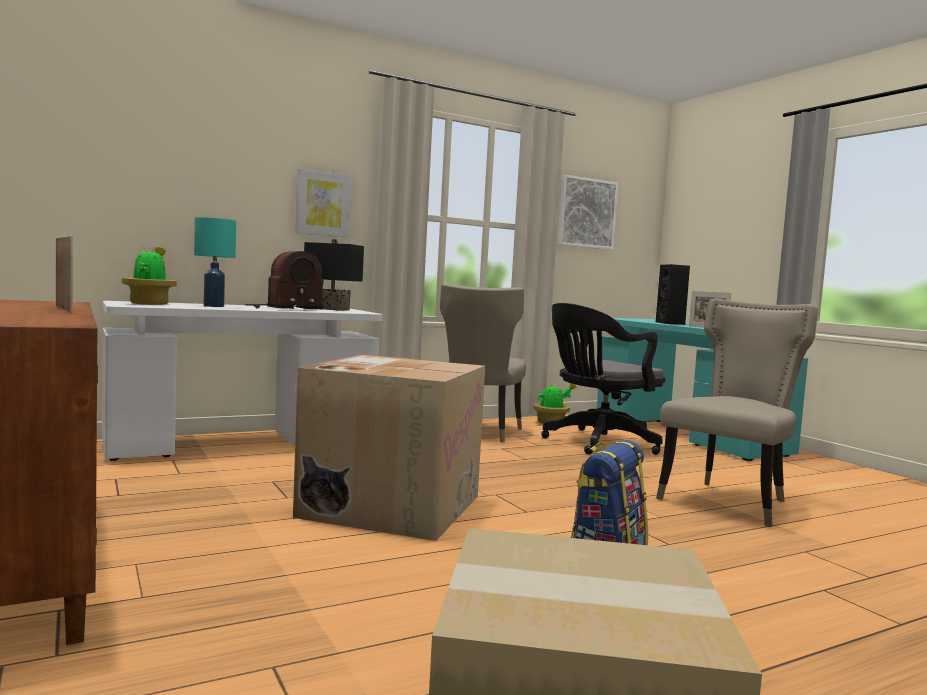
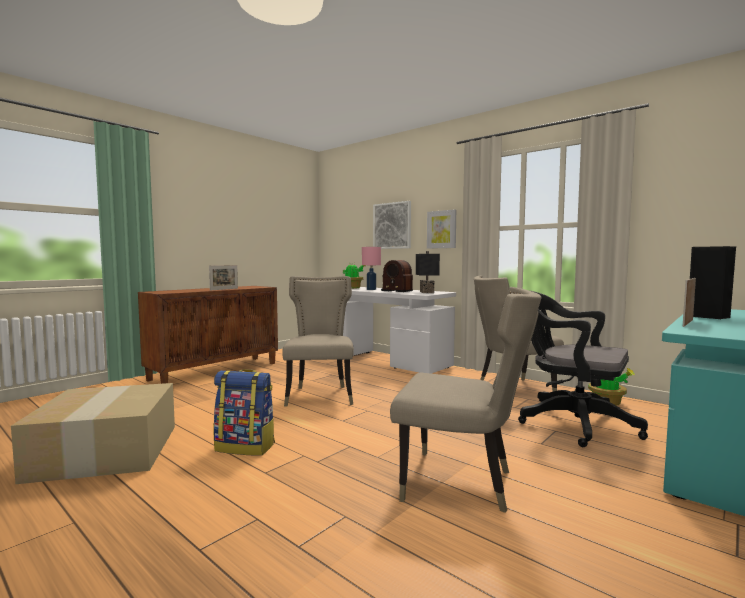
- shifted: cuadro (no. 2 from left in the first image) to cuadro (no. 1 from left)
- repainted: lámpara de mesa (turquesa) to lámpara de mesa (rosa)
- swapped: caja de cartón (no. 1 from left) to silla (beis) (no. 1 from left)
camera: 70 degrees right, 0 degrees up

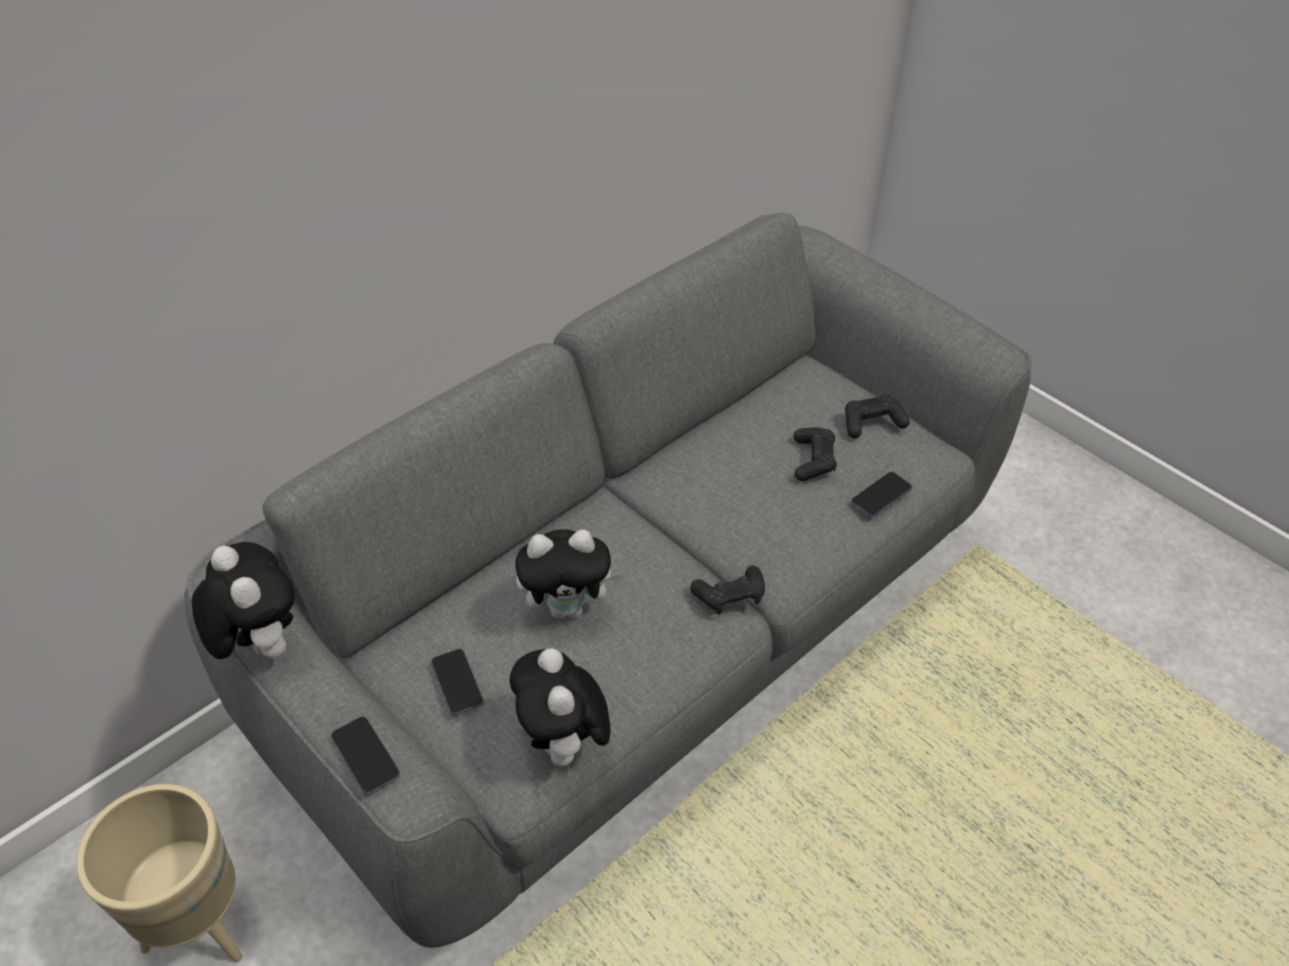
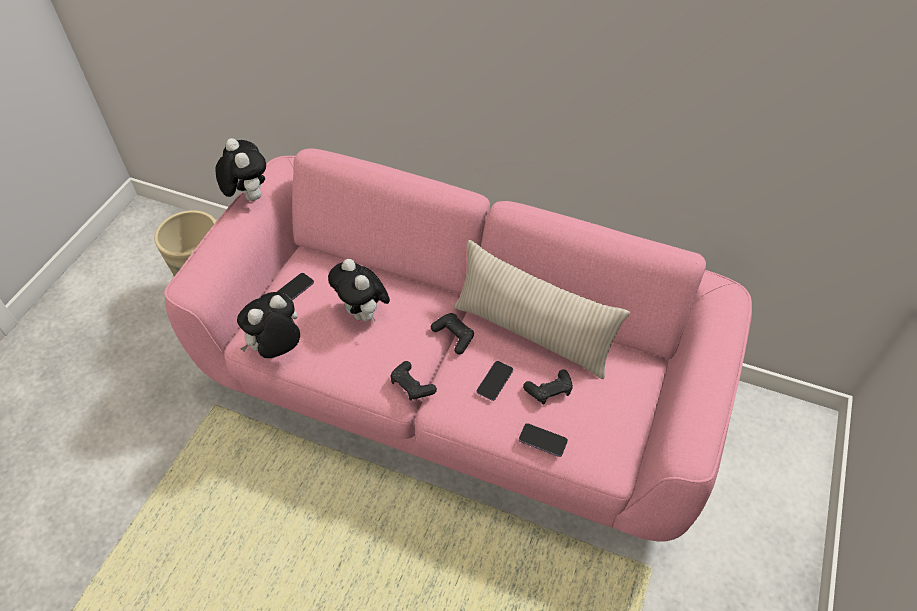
- repainted: sofá (gris) to sofá (rosa)
- shifted: mando de consola (negro) (no. 3 from left in the first image) to mando de consola (negro) (no. 2 from left)
- rotated: peluche (no. 1 from left) 60 degrees counterclockwise
- shifted: móvil (no. 1 from left in the first image) to móvil (no. 2 from left)
- new: cojín (beis)
camera: 65 degrees right, 5 degrees up

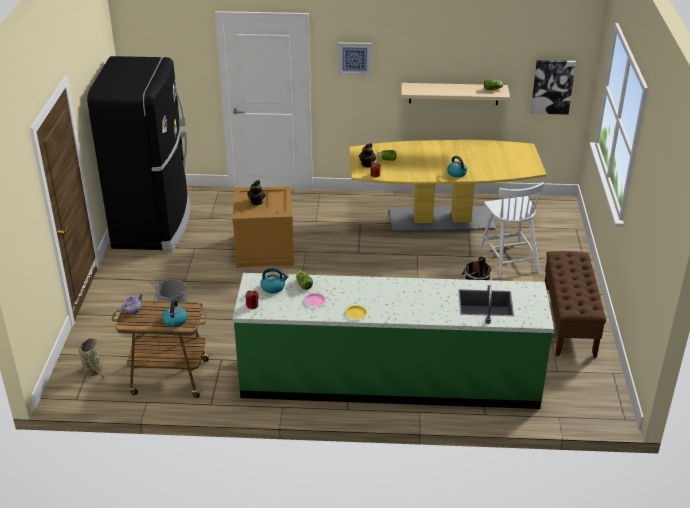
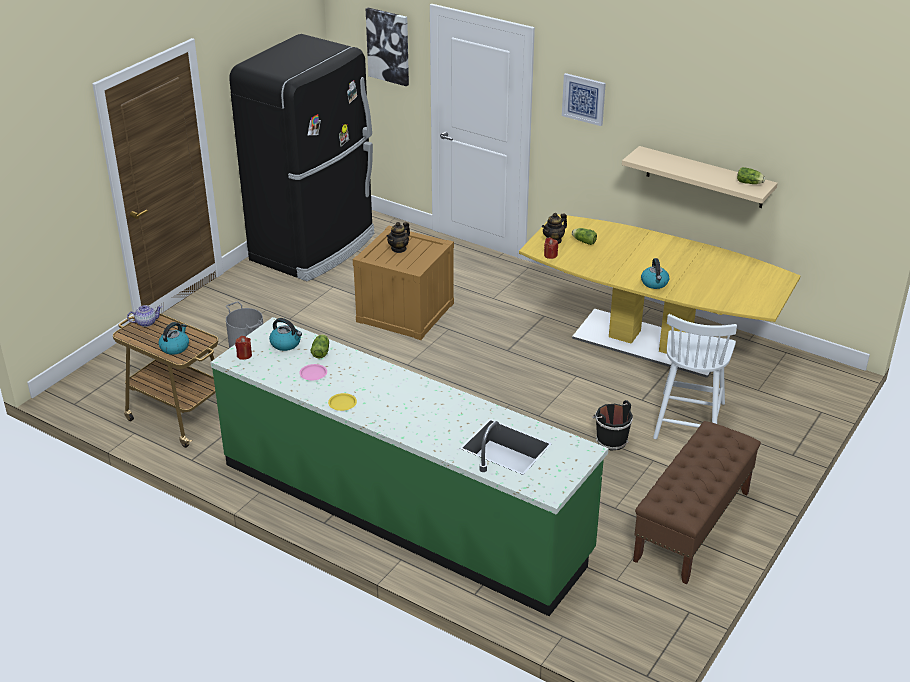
- shifted: cuadro (no. 2 from left in the first image) to cuadro (no. 1 from left)
- gone: cesta
camera: 30 degrees right, 0 degrees up

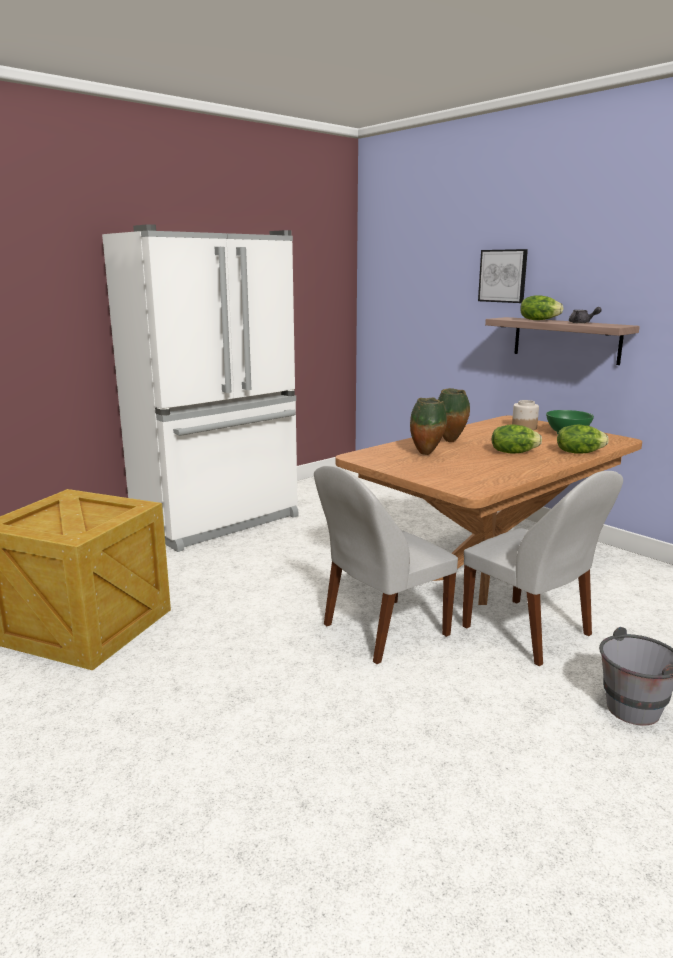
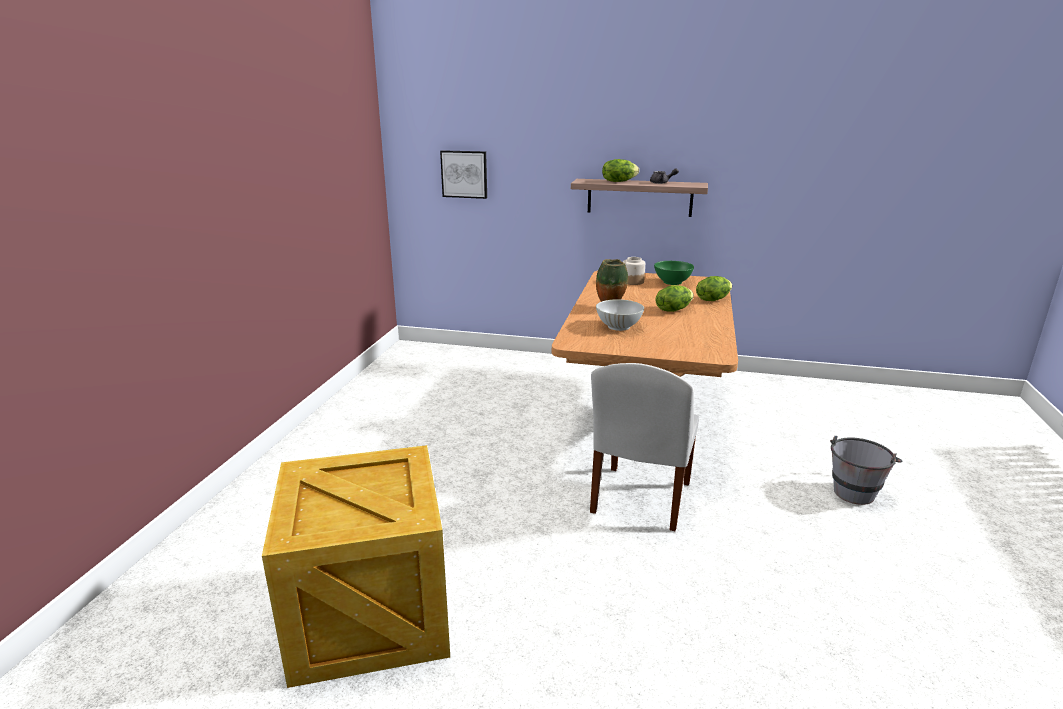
- gone: nevera (blanco)
- shifted: cuadro
- swapped: florero (no. 1 from left) to cuenco (blanco)
- gone: silla (blanco) (no. 2 from left)
camera: 35 degrees left, 5 degrees up

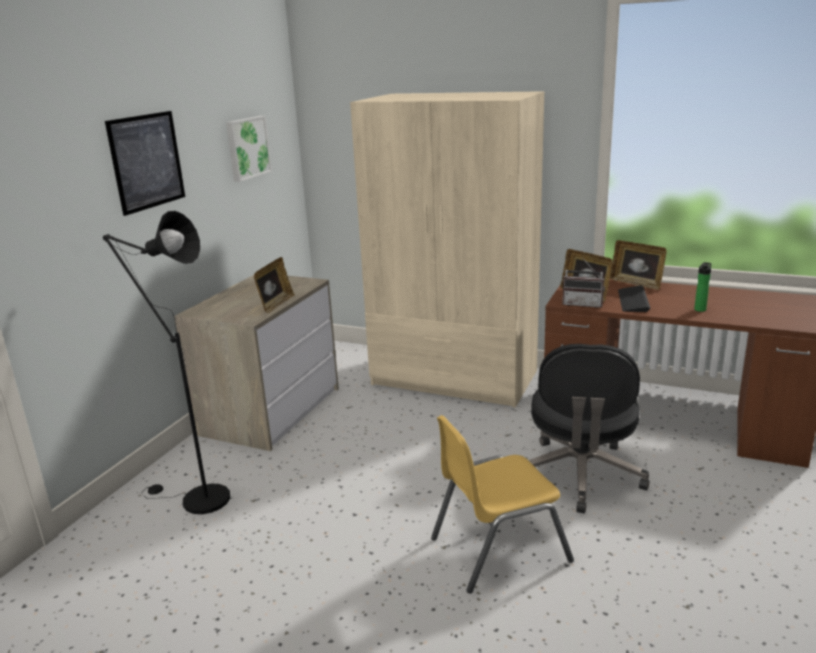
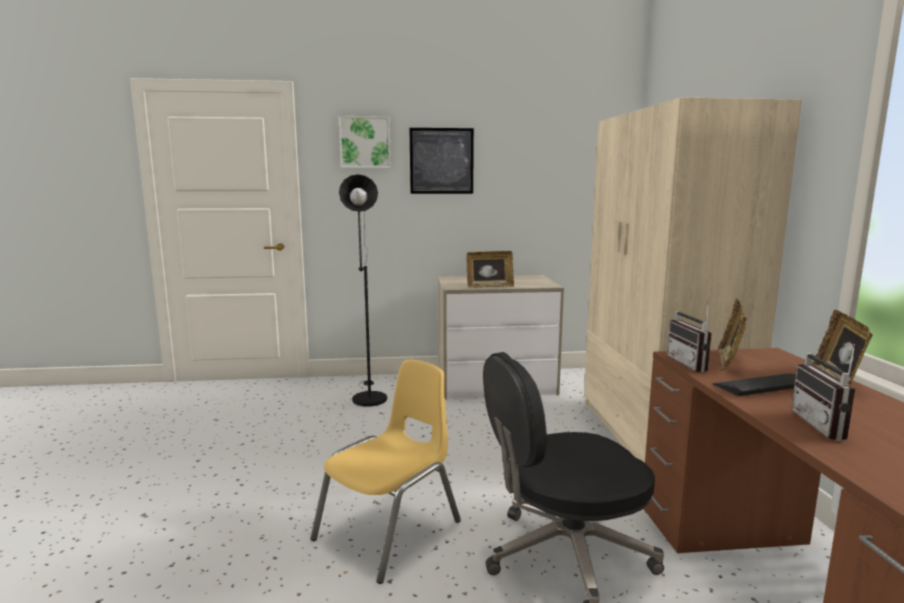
- shifted: cuadro (no. 2 from left in the first image) to cuadro (no. 1 from left)
- swapped: botella to radio (no. 2 from left)
- rotated: silla (amarillo) 90 degrees clockwise
camera: 60 degrees right, 10 degrees down

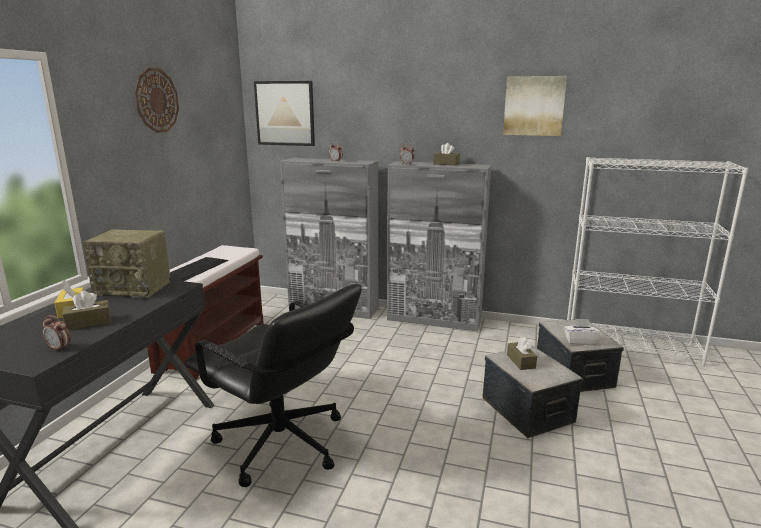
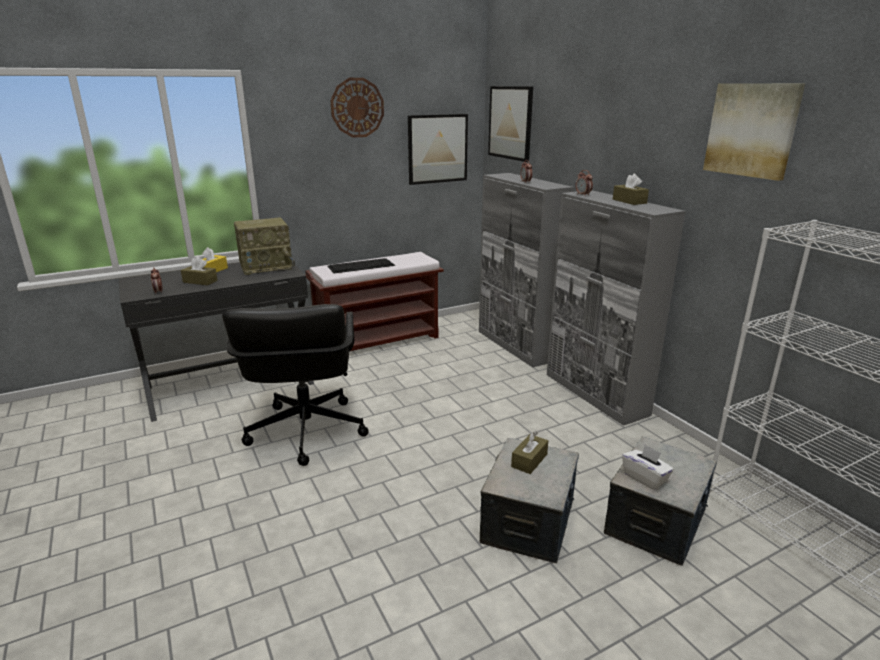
- rotated: radio 75 degrees counterclockwise
- new: cuadro (no. 1 from left)
camera: 45 degrees right, 5 degrees up

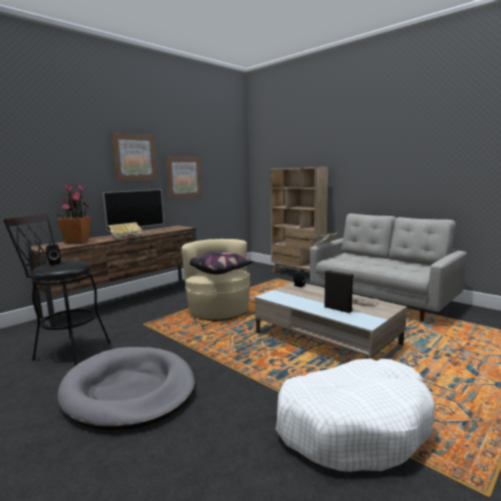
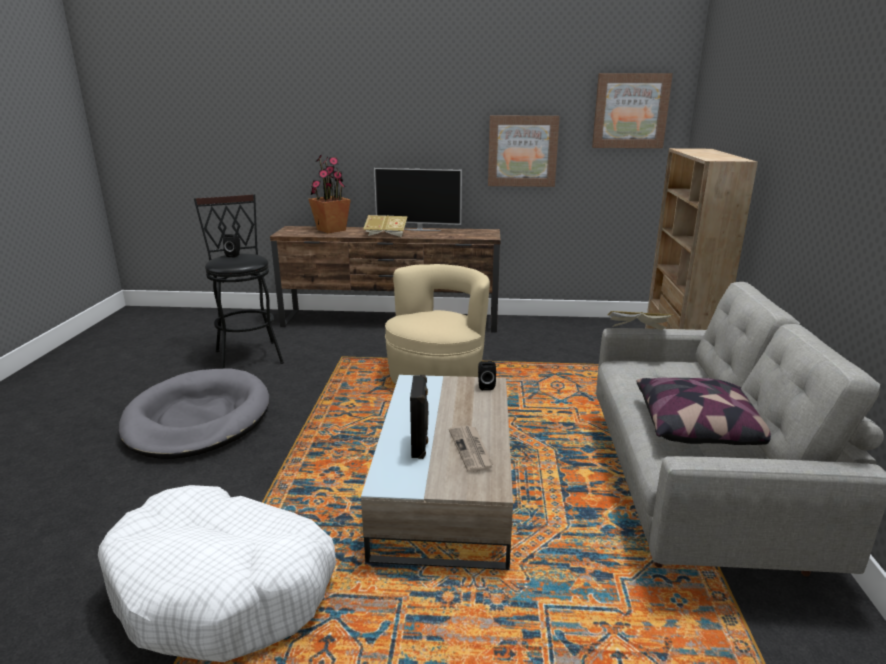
- shifted: cuadro (no. 1 from left in the first image) to cuadro (no. 2 from left)
- shifted: cojín
camera: 50 degrees right, 10 degrees up

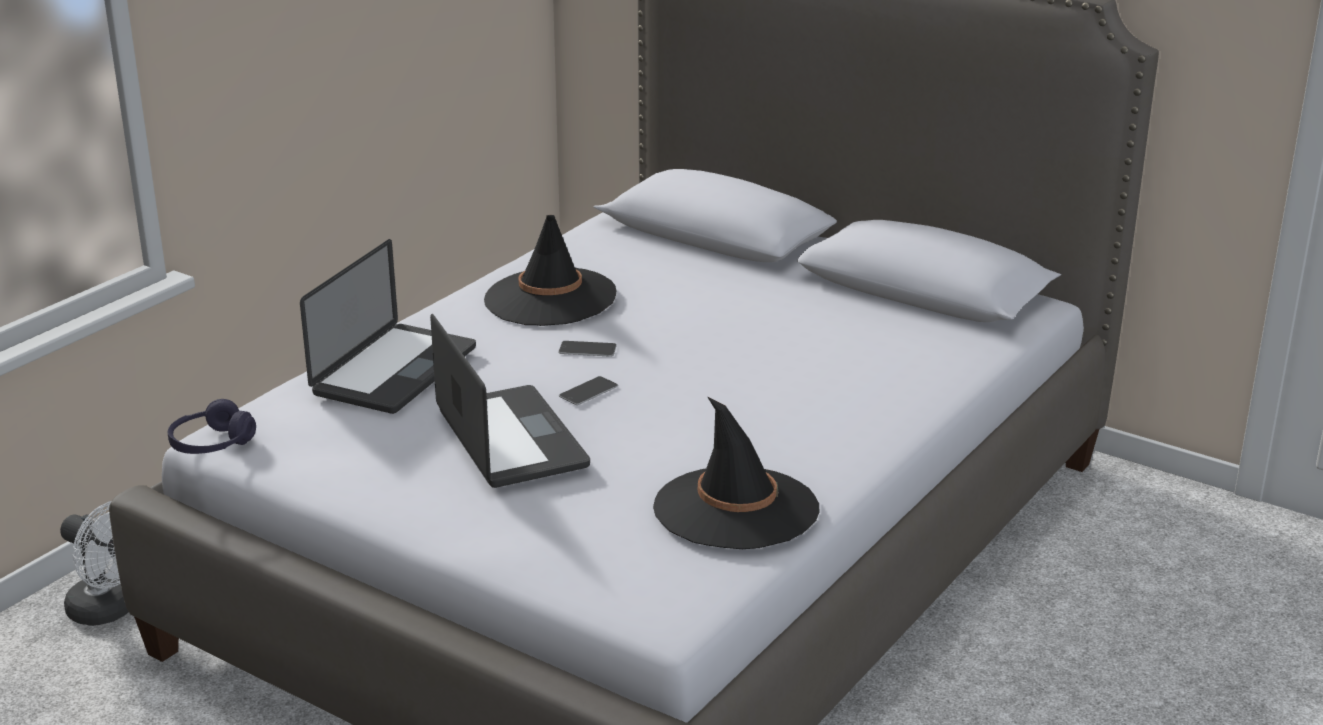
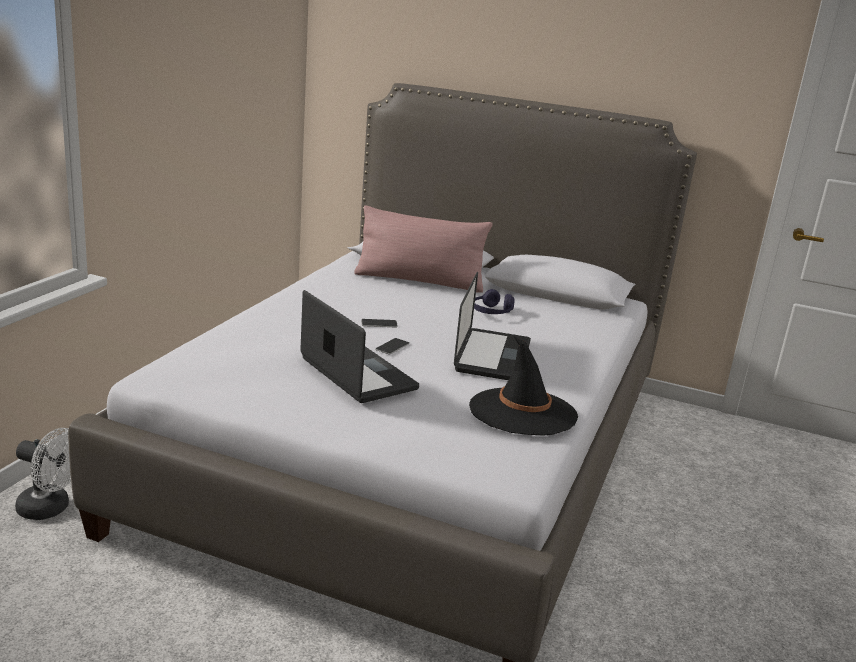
- gone: sombrero (negro) (no. 1 from left)
- shifted: portátil (no. 1 from left in the first image) to portátil (no. 2 from left)
- shifted: auriculares (morado)
- new: cojín (rosa)
camera: 15 degrees left, 5 degrees down

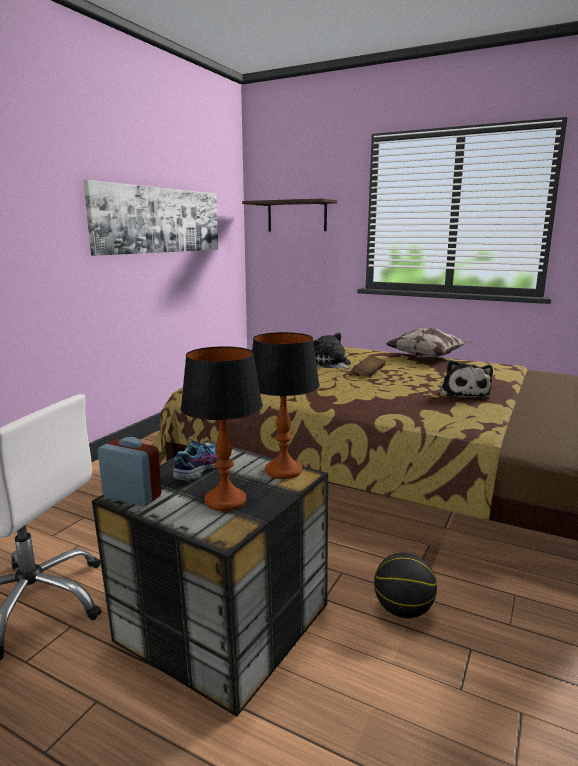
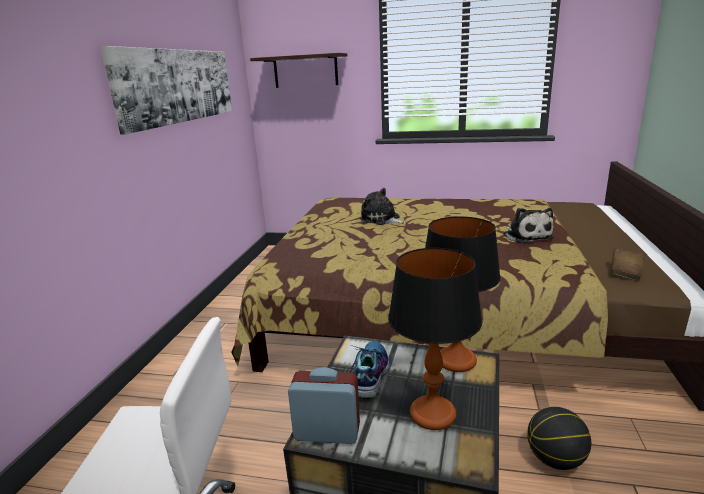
- gone: cojín
- shifted: libro (marrón)
camera: 15 degrees left, 5 degrees up

